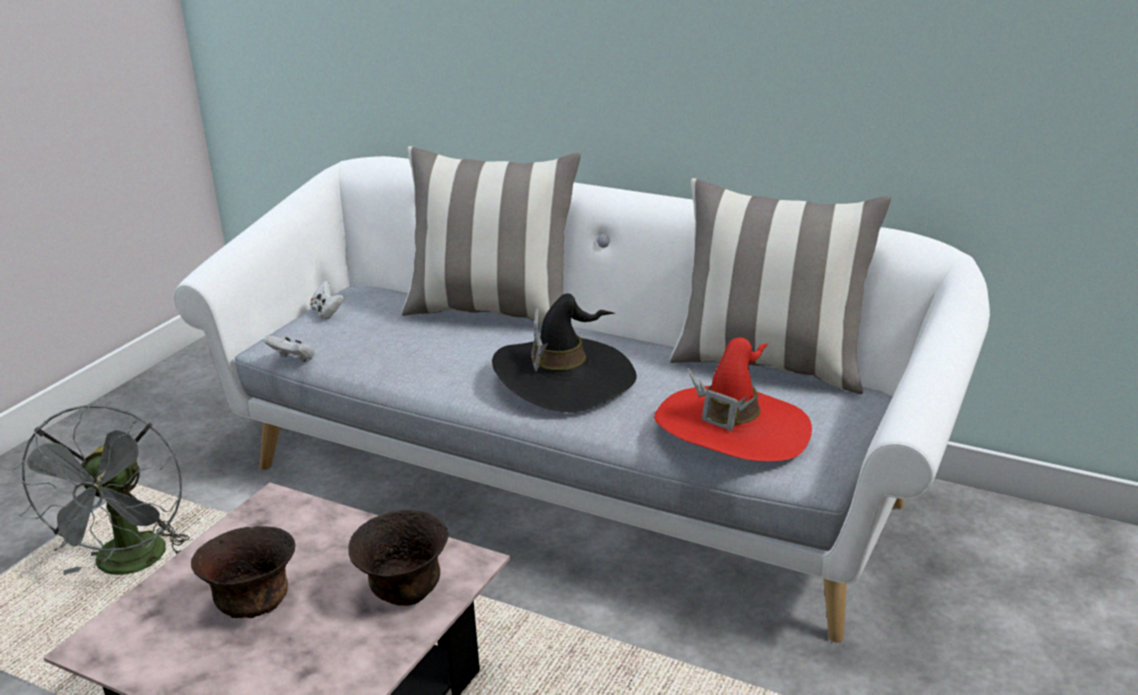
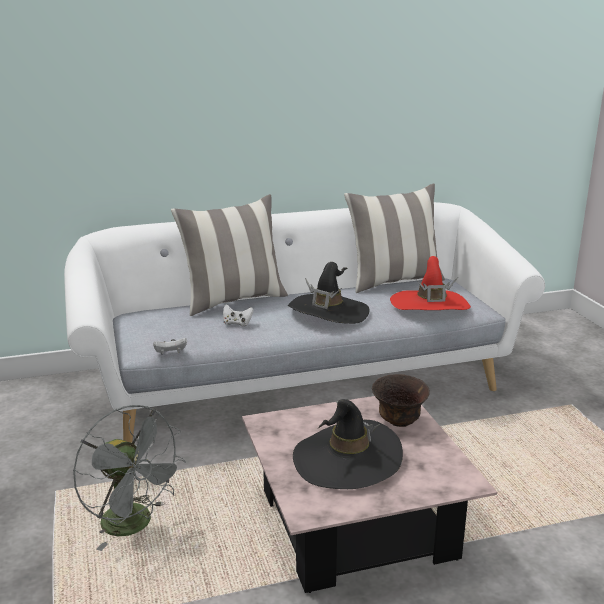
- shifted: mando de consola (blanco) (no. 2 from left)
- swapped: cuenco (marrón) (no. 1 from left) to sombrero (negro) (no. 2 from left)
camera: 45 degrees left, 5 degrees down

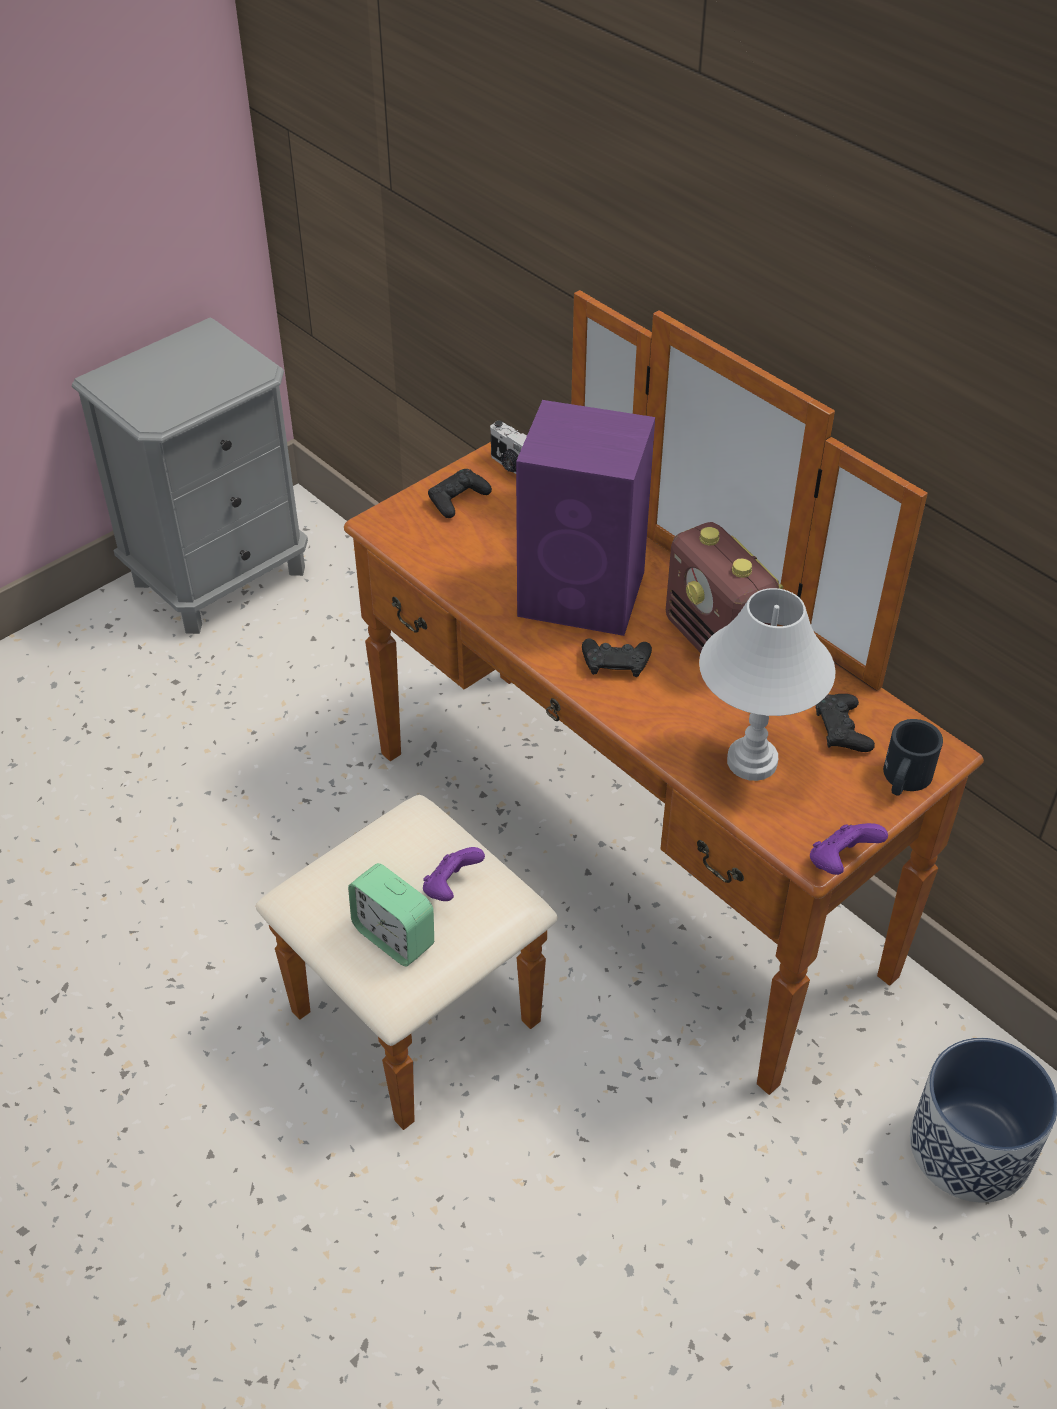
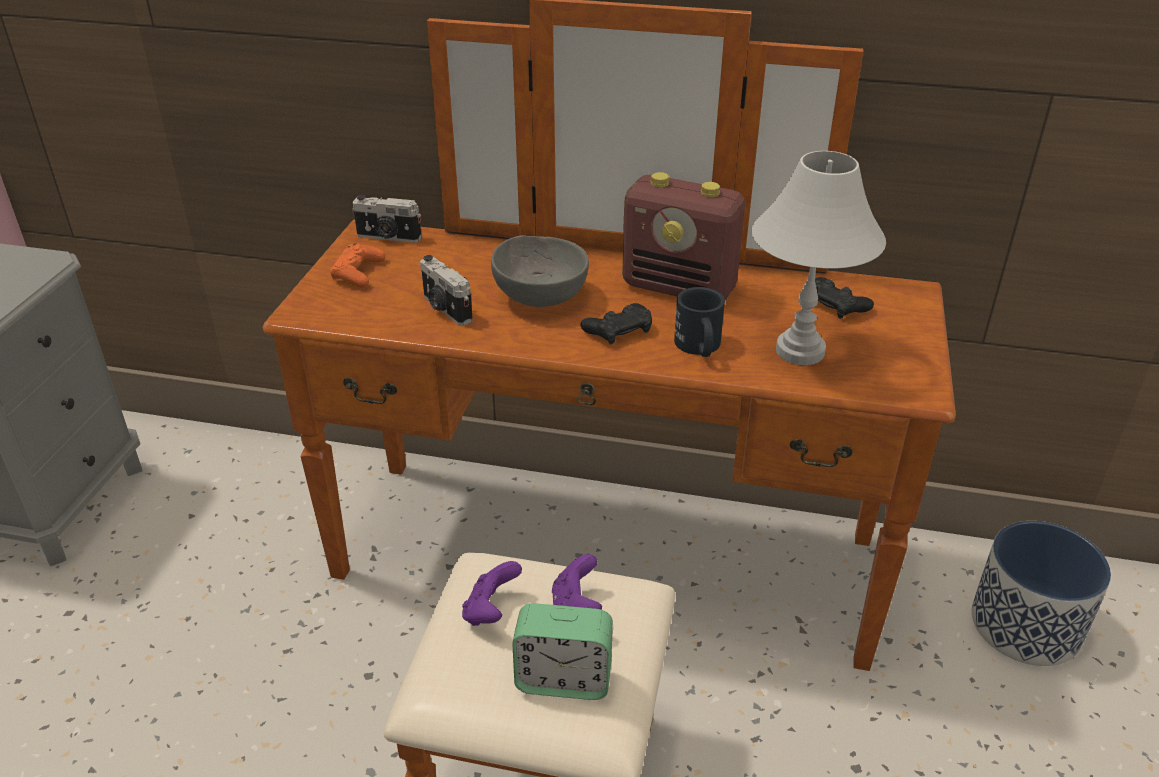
- swapped: altavoz (morado) to cuenco (gris)
- repainted: mando de consola (negro) (no. 1 from left) to mando de consola (naranja)
- shifted: taza grande (negro)
- shifted: mando de consola (morado) (no. 2 from left in the first image) to mando de consola (morado) (no. 1 from left)
- new: cámara (no. 2 from left)
camera: 35 degrees left, 10 degrees down

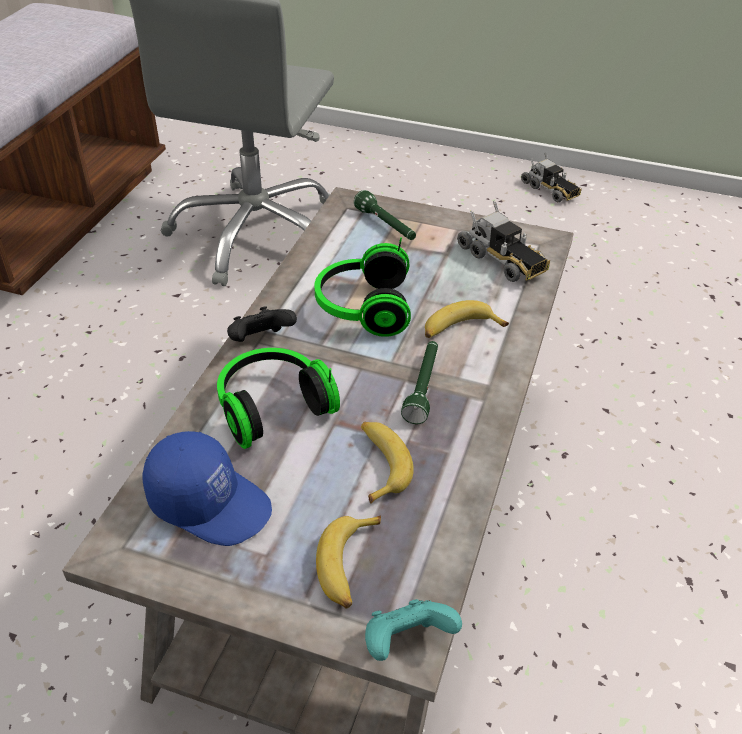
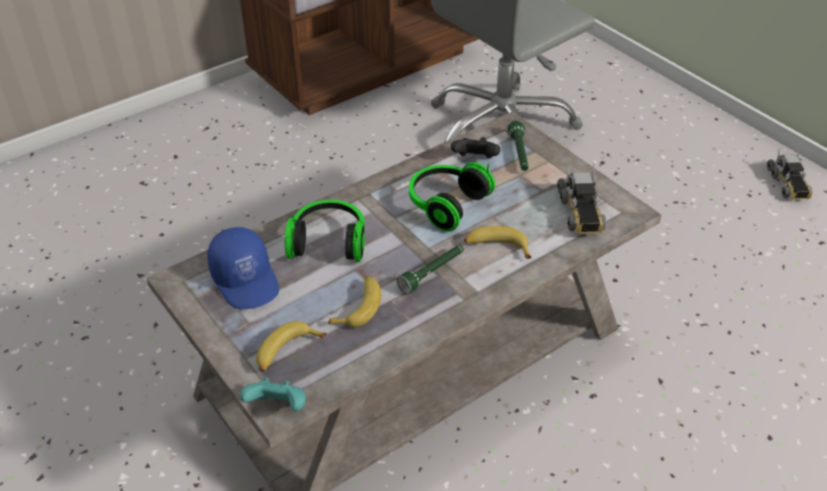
- shifted: mando de consola (negro)
camera: 35 degrees right, 0 degrees up

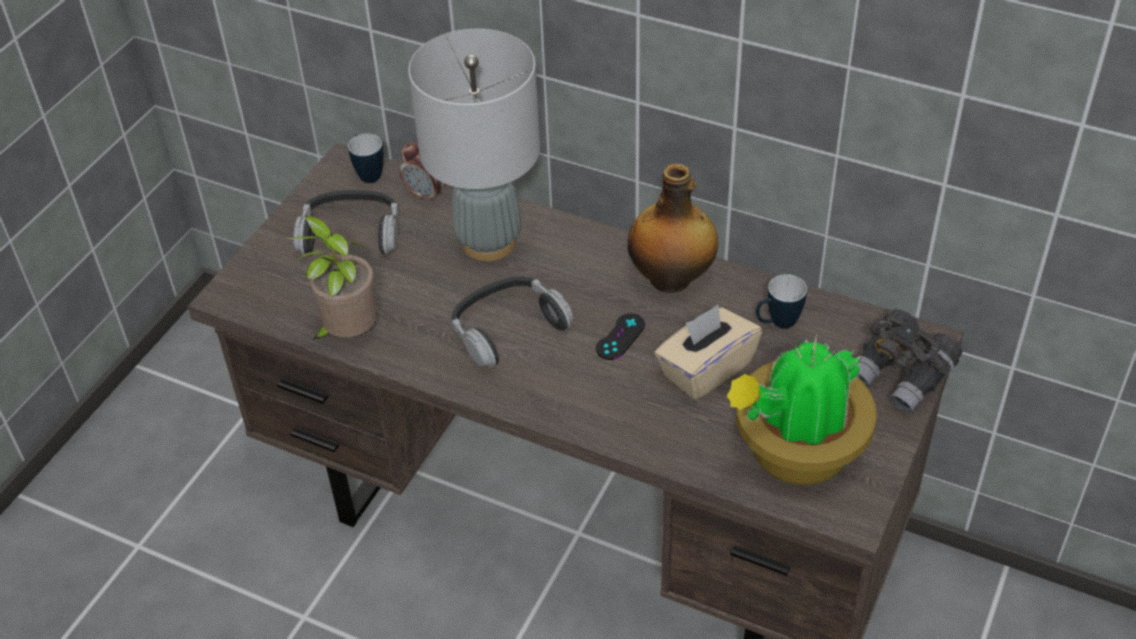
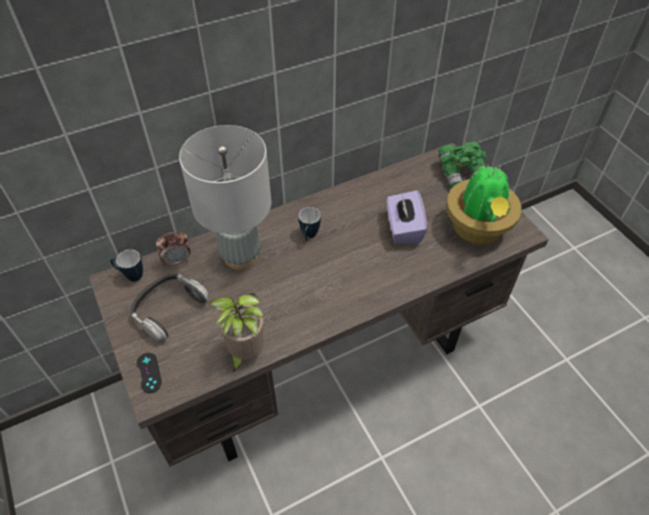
- gone: botella
- shifted: taza grande (no. 2 from left)
- gone: auriculares (no. 2 from left)
- repainted: caja de pañuelos (beis) to caja de pañuelos (morado)
- repainted: prismáticos (gris) to prismáticos (verde)
- shifted: mando de consola (negro)
camera: 55 degrees left, 5 degrees up

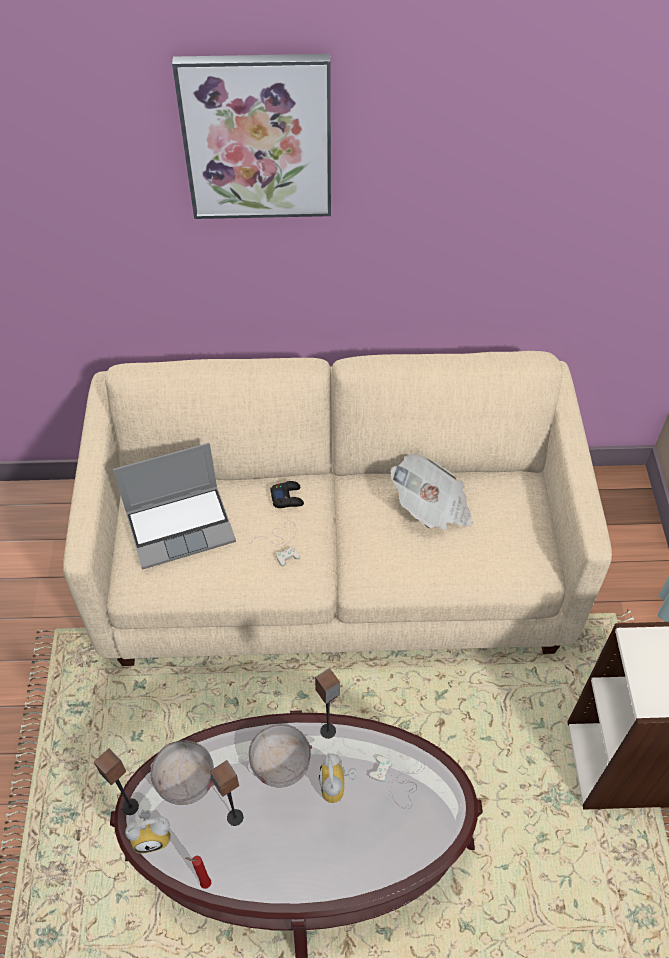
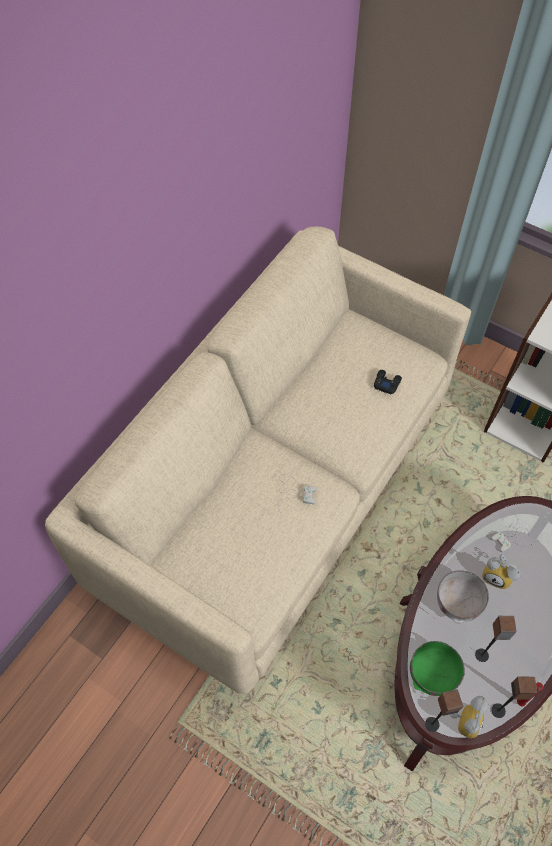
- gone: cuadro
- gone: portátil
- gone: periódico
- shifted: mando de consola (negro)
- shifted: altavoz (no. 3 from left)
- repainted: cuenco (gris) (no. 1 from left) to cuenco (verde)
camera: 55 degrees left, 5 degrees up

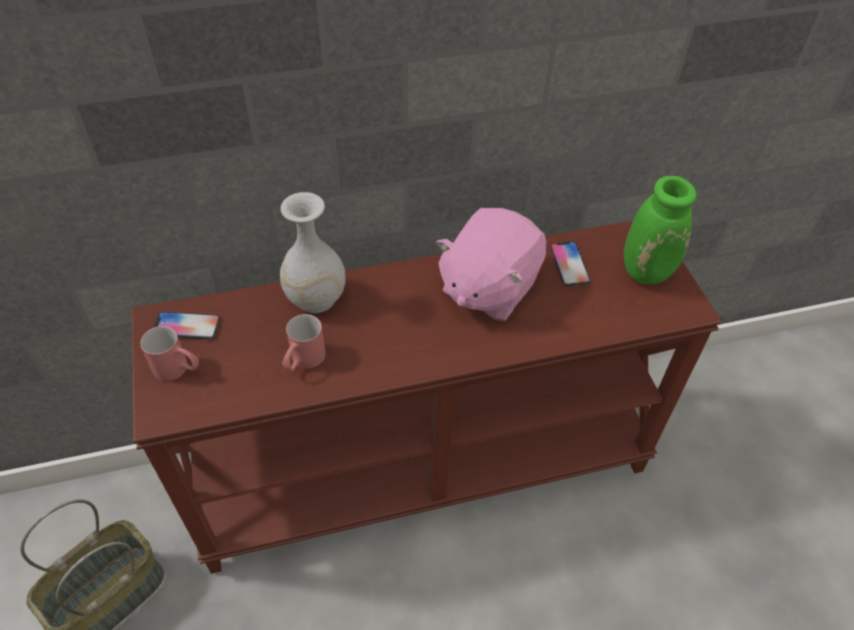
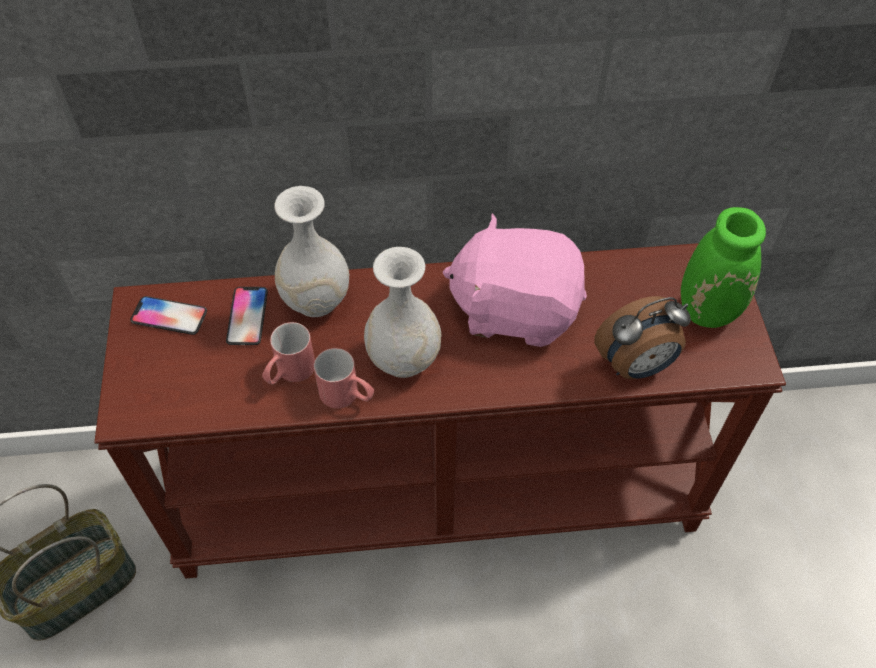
- rotated: peluche (rosa) 60 degrees clockwise
- shifted: móvil (no. 2 from left)
- shifted: taza grande (rojo) (no. 1 from left in the first image) to taza grande (rojo) (no. 2 from left)
- new: florero (blanco) (no. 2 from left)
- new: despertador
camera: 10 degrees right, 5 degrees up

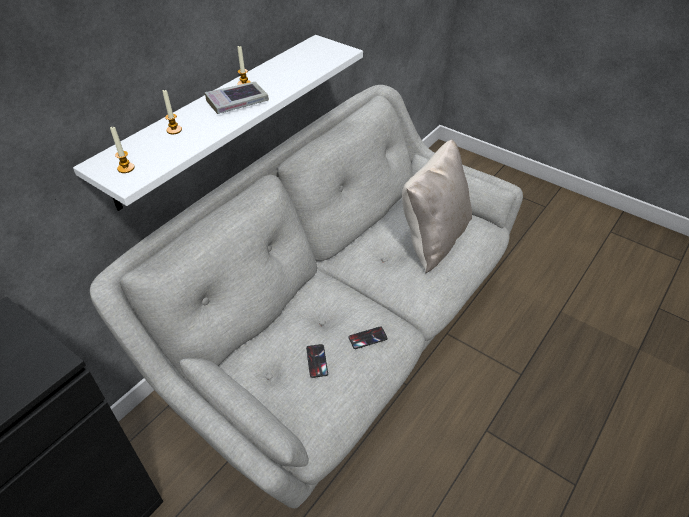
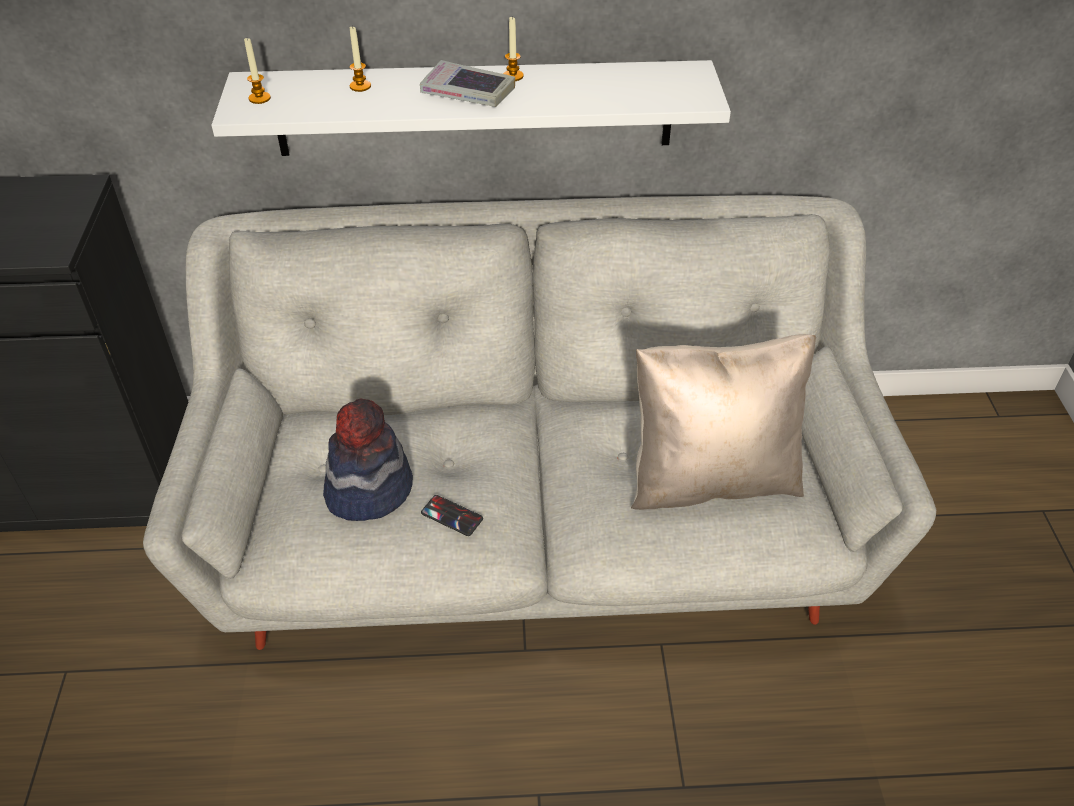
- swapped: móvil (no. 1 from left) to sombrero
camera: 50 degrees right, 0 degrees up

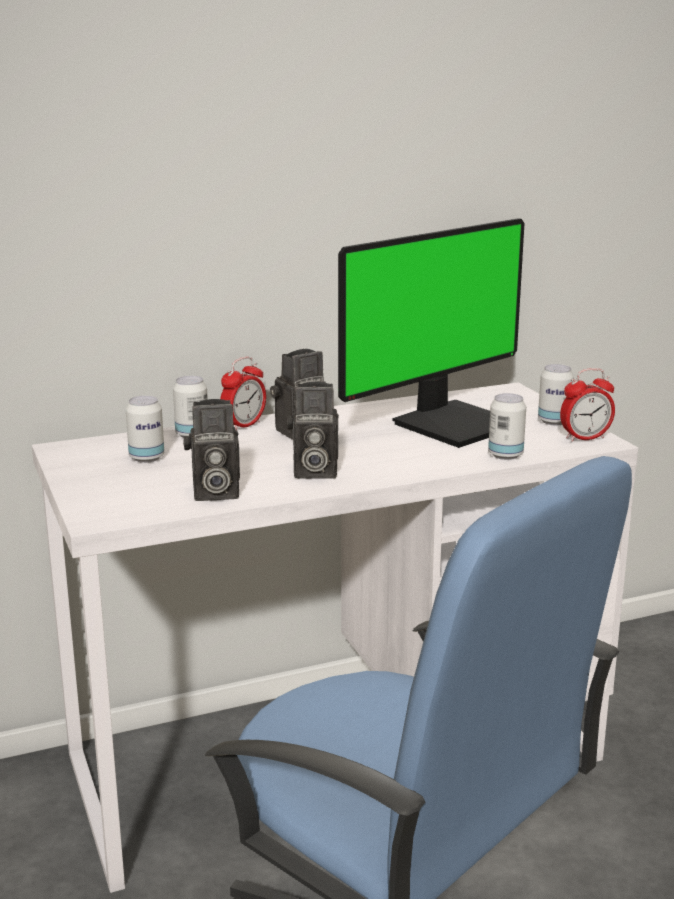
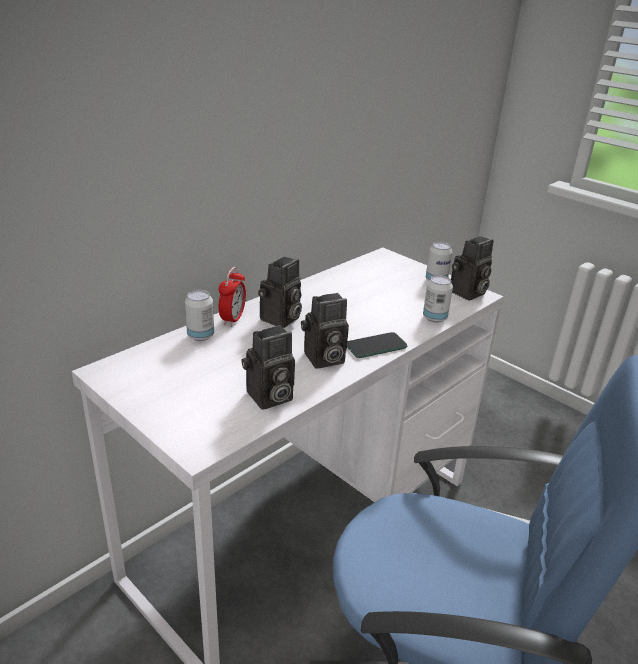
- gone: monitor
- swapped: despertador (no. 2 from left) to cámara (no. 4 from left)
- gone: lata (no. 1 from left)
- new: móvil
camera: 25 degrees left, 10 degrees up

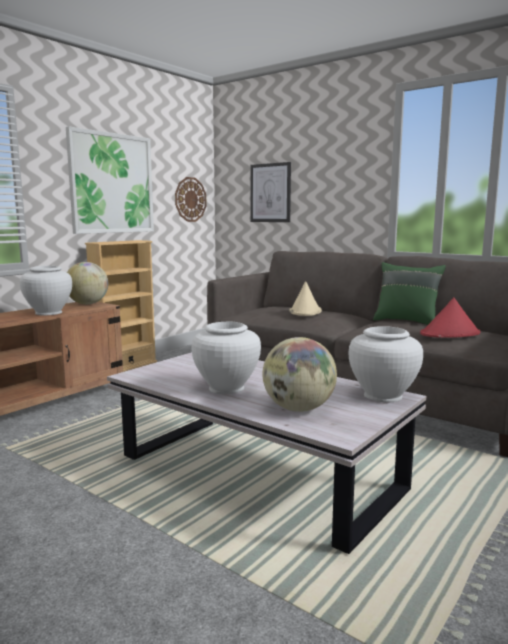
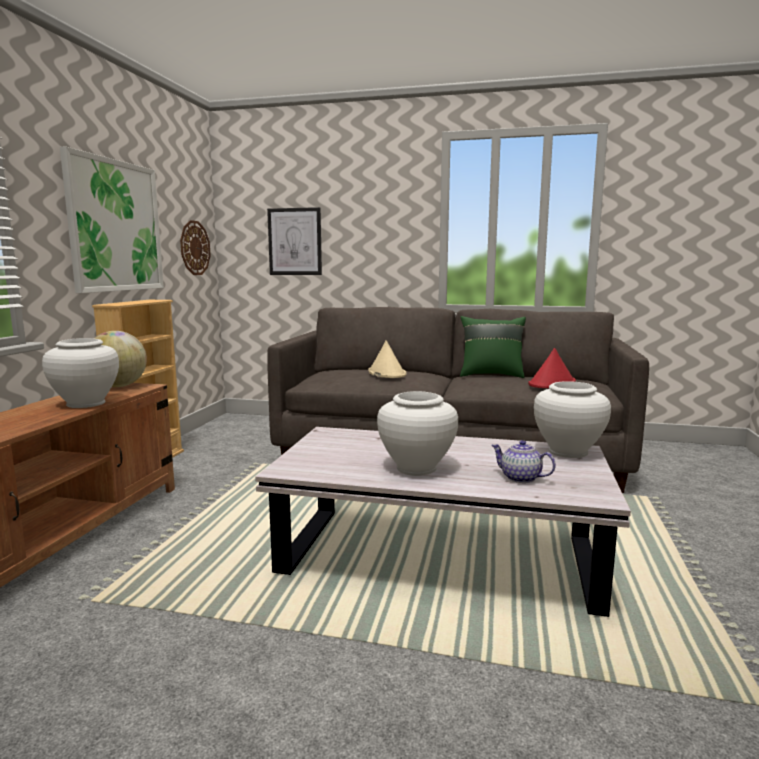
- swapped: globo terráqueo (no. 2 from left) to tetera
camera: 25 degrees left, 0 degrees up

